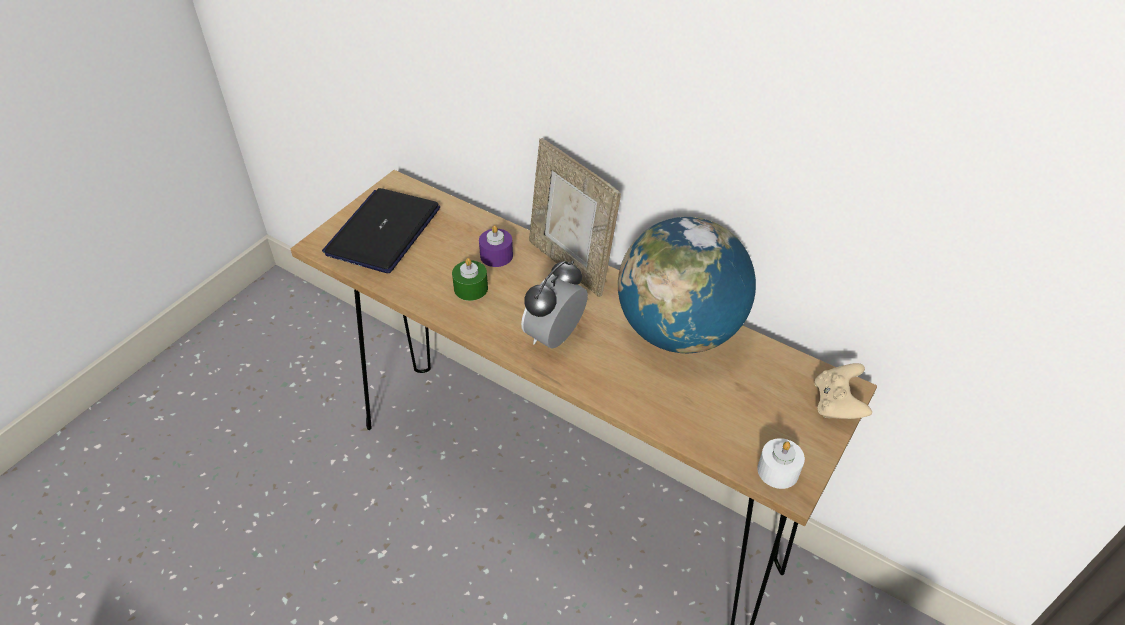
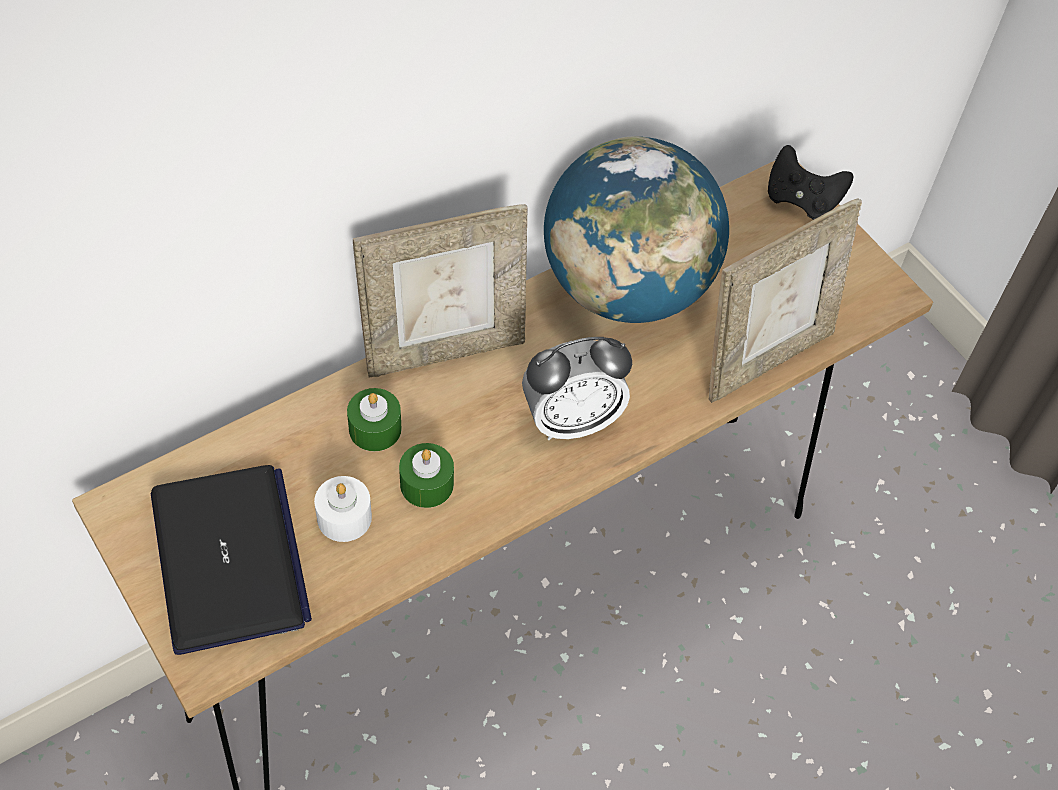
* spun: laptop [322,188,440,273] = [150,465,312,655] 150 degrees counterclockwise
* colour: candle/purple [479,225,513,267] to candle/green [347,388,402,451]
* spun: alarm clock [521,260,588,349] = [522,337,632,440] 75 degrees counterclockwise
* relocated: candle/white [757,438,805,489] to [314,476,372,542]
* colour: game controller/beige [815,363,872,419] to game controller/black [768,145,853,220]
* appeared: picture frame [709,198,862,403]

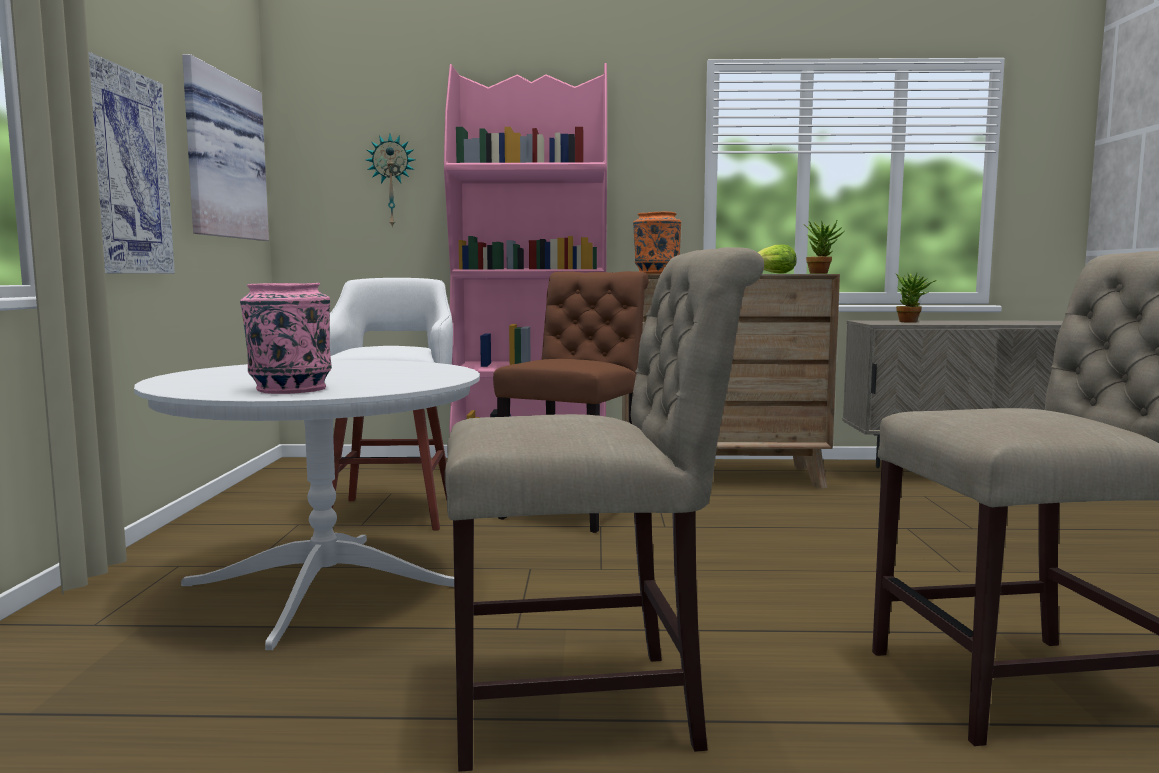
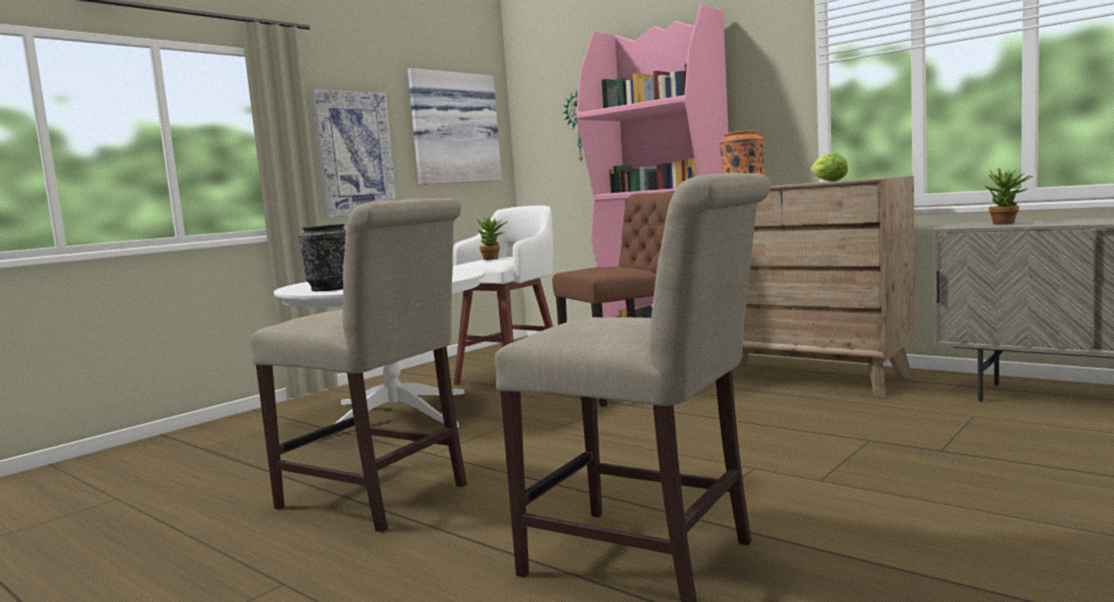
* colour: vase/pink [240,283,332,394] to vase/black [298,224,346,291]
* relocated: potted plant [803,219,845,274] to [476,216,508,260]

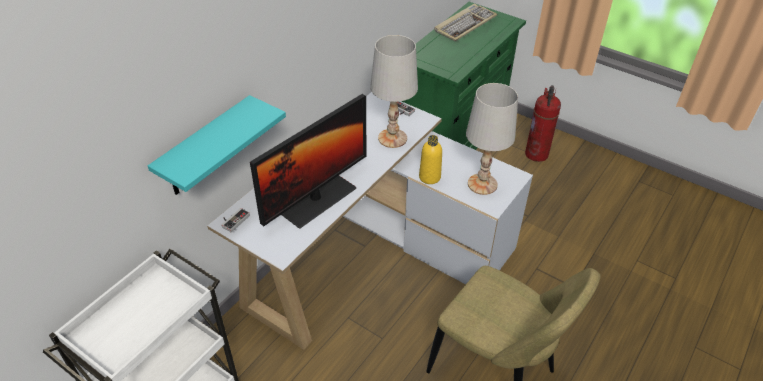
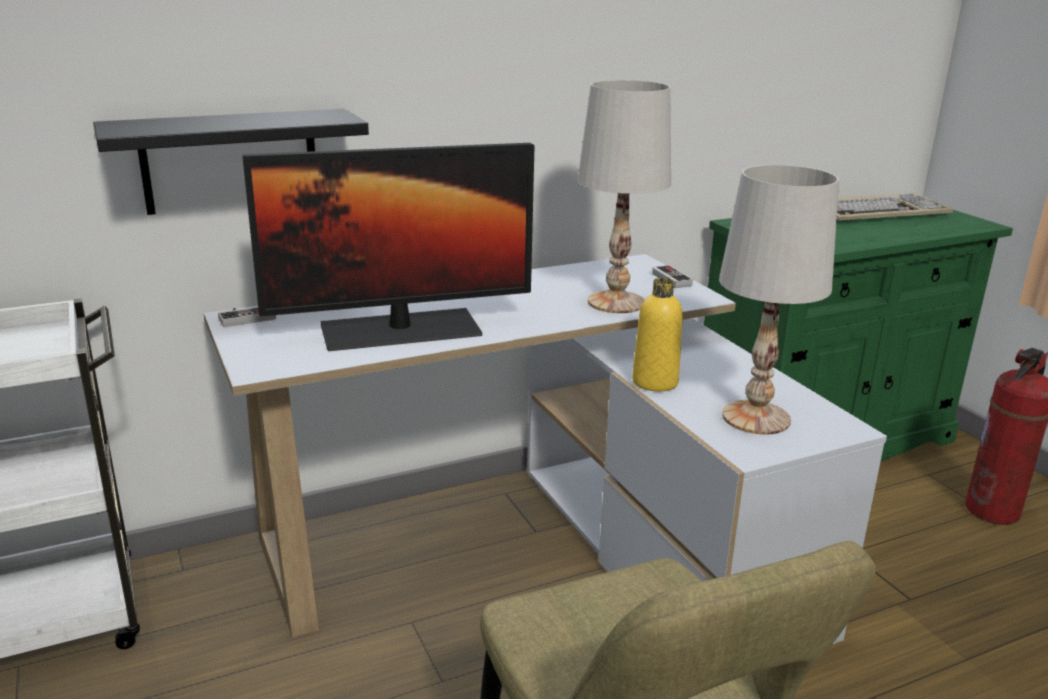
* colour: shelf/turquoise [148,95,286,195] to shelf/black [93,109,369,215]

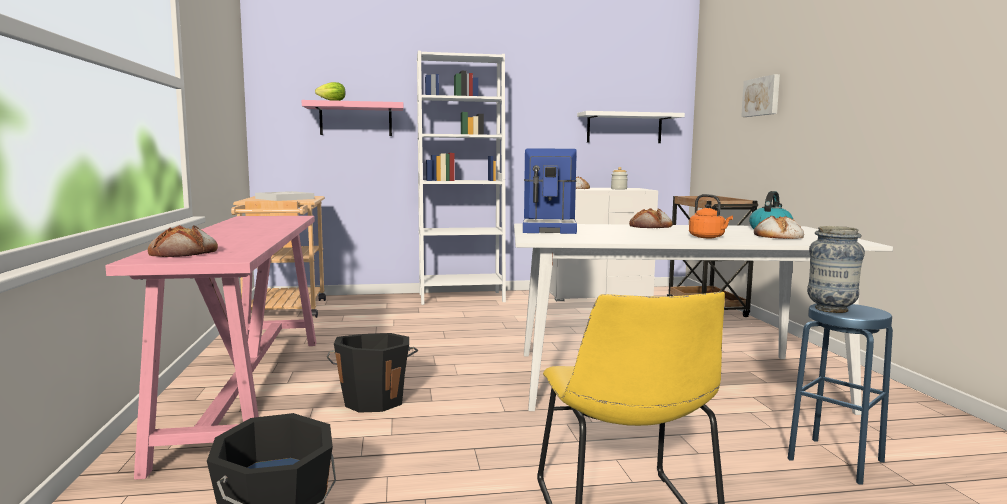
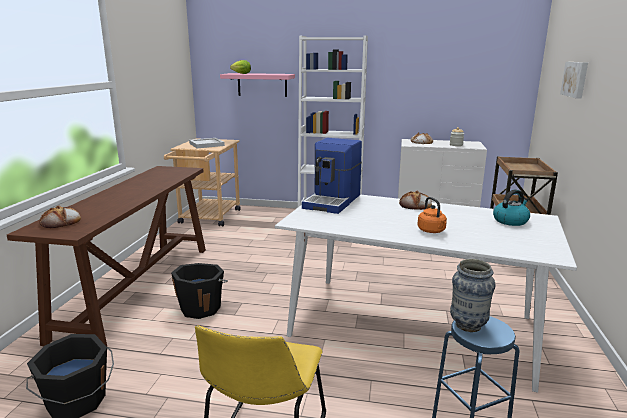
* colour: console table/pink [105,216,316,480] to console table/brown [7,166,206,347]
* missing: shelf/white [577,111,685,143]
* missing: bread [754,216,804,239]

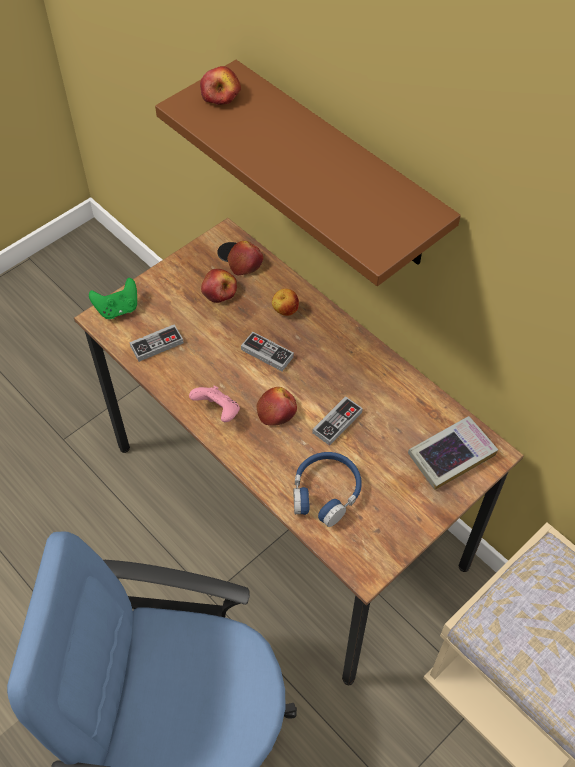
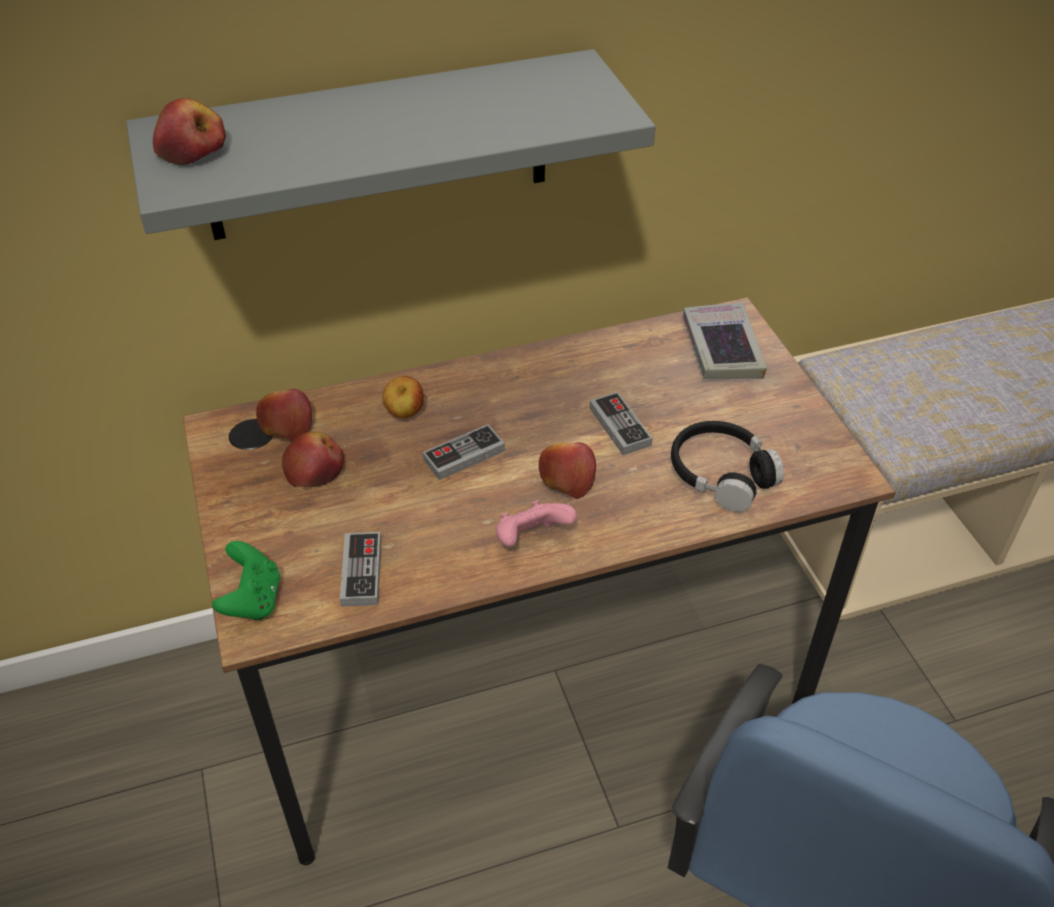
* colour: shelf/brown [155,60,461,286] to shelf/grey [126,49,656,240]
* colour: headphones/blue [294,452,362,527] to headphones/black [671,421,784,512]

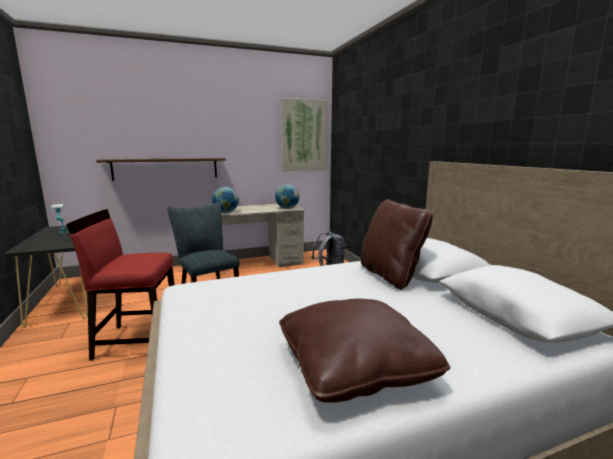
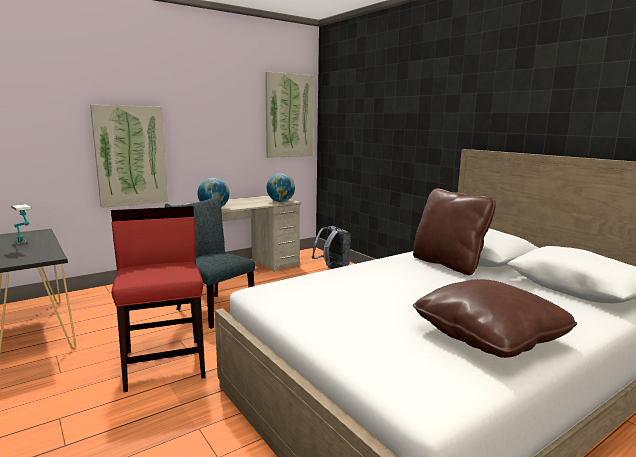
* spun: chair/red [66,209,175,361] = [111,206,205,393] 90 degrees clockwise
* exchanged: shelf [96,158,226,181] to picture [90,105,168,208]

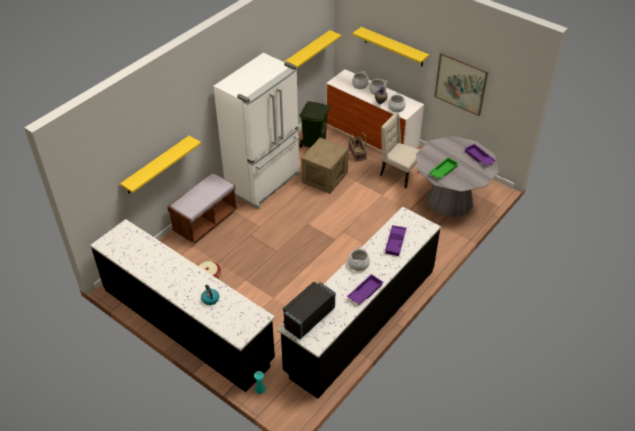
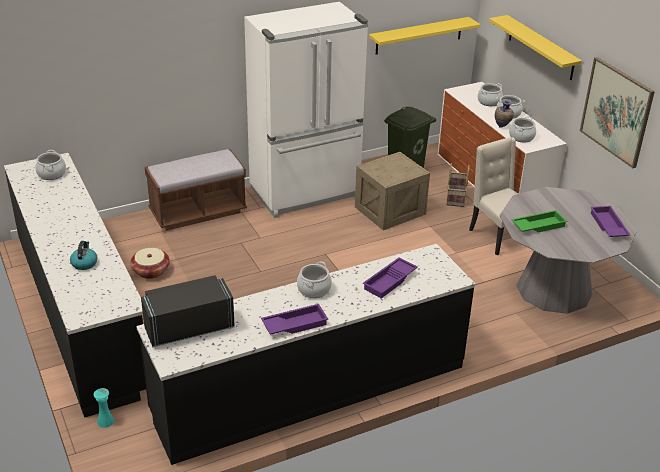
* missing: shelf/yellow [120,136,201,193]
* appeared: cooking pot [35,150,66,180]

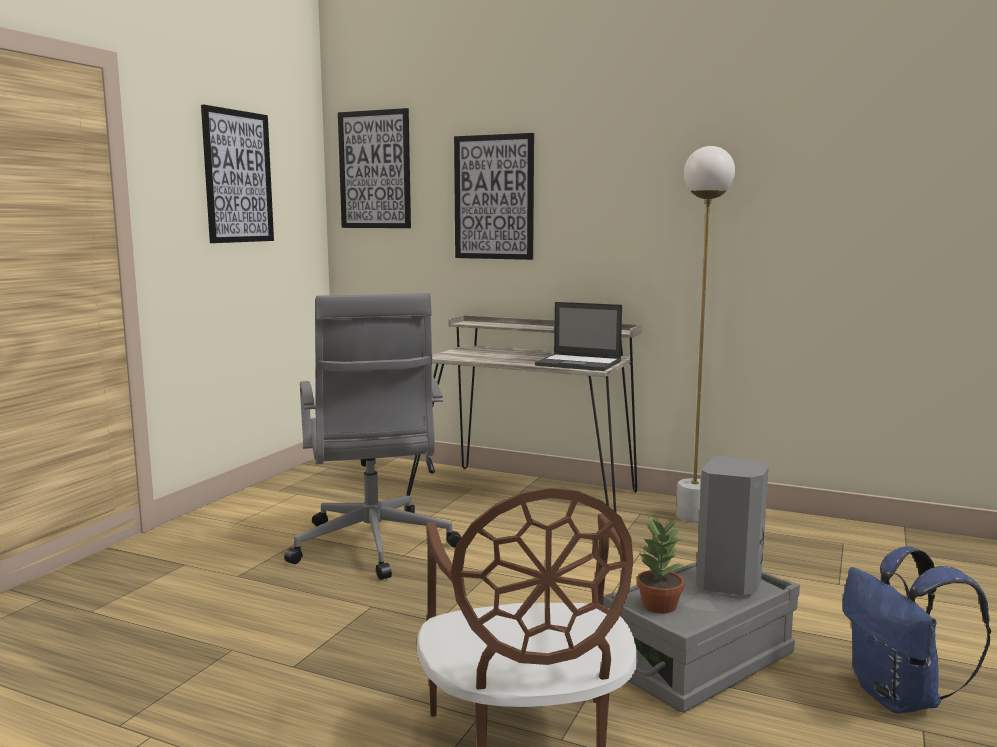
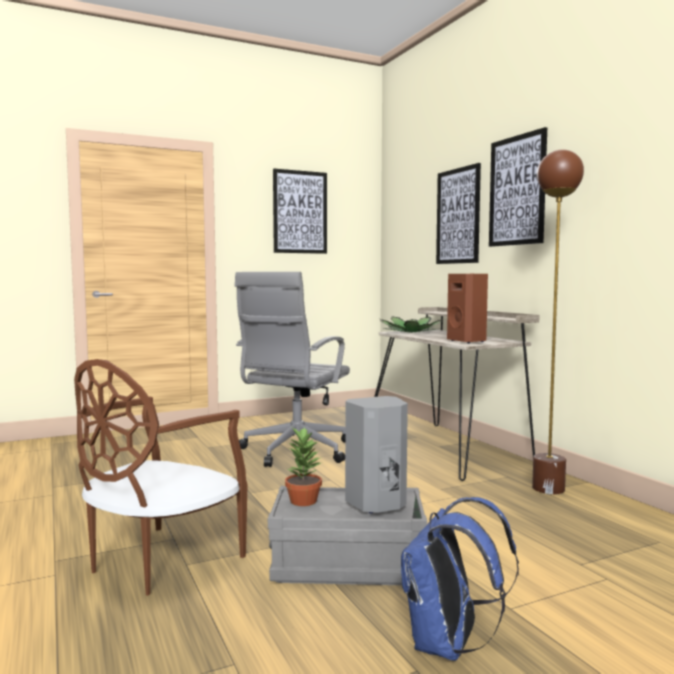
* relocated: picture [338,108,411,228] to [489,127,547,247]
* exchanged: laptop [535,302,622,371] to speaker/brown [447,274,488,343]
* colour: floor lamp/white [676,146,735,523] to floor lamp/brown [532,149,584,495]
* appeared: potted plant [379,316,443,333]

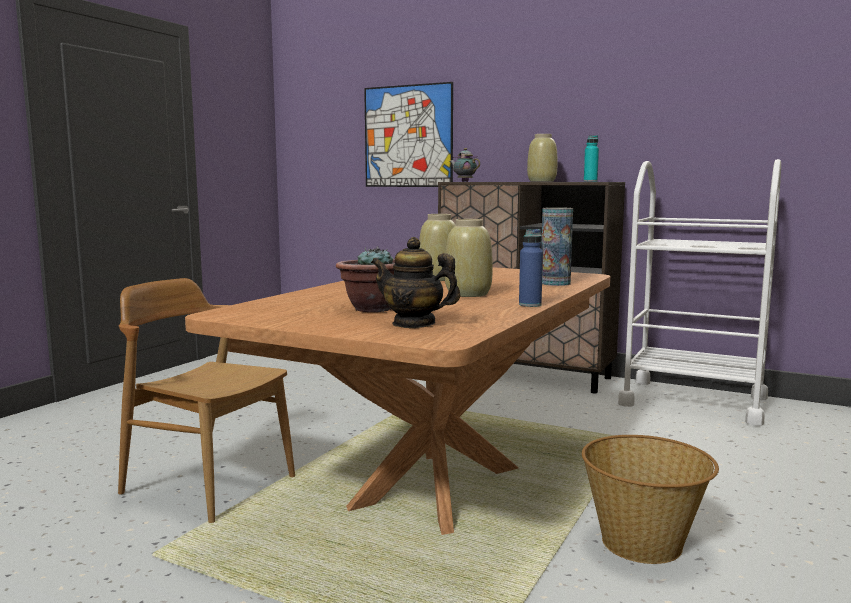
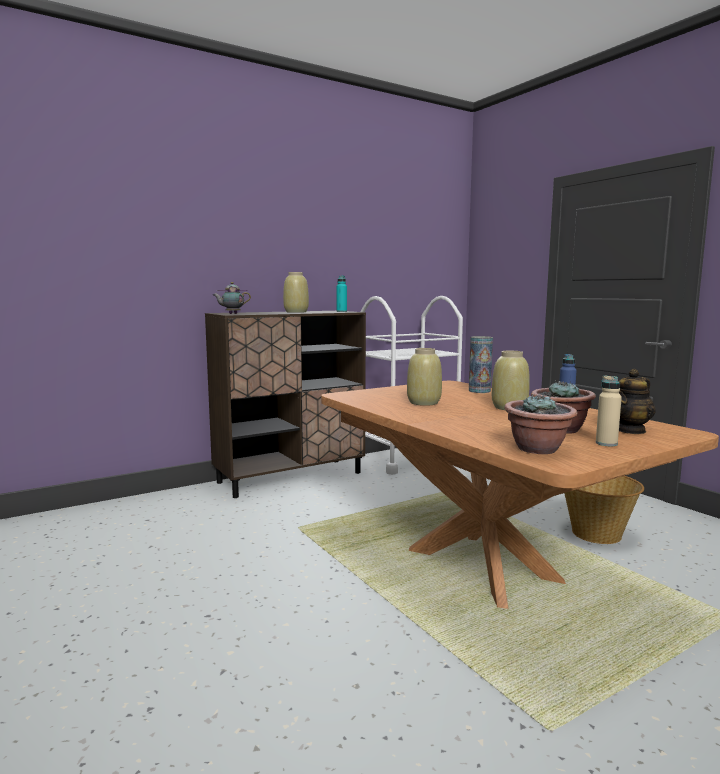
* missing: chair/brown [118,278,295,523]
* missing: picture [364,82,453,187]
* appeared: potted plant [504,394,577,454]
* appeared: bottle/beige [596,375,622,446]

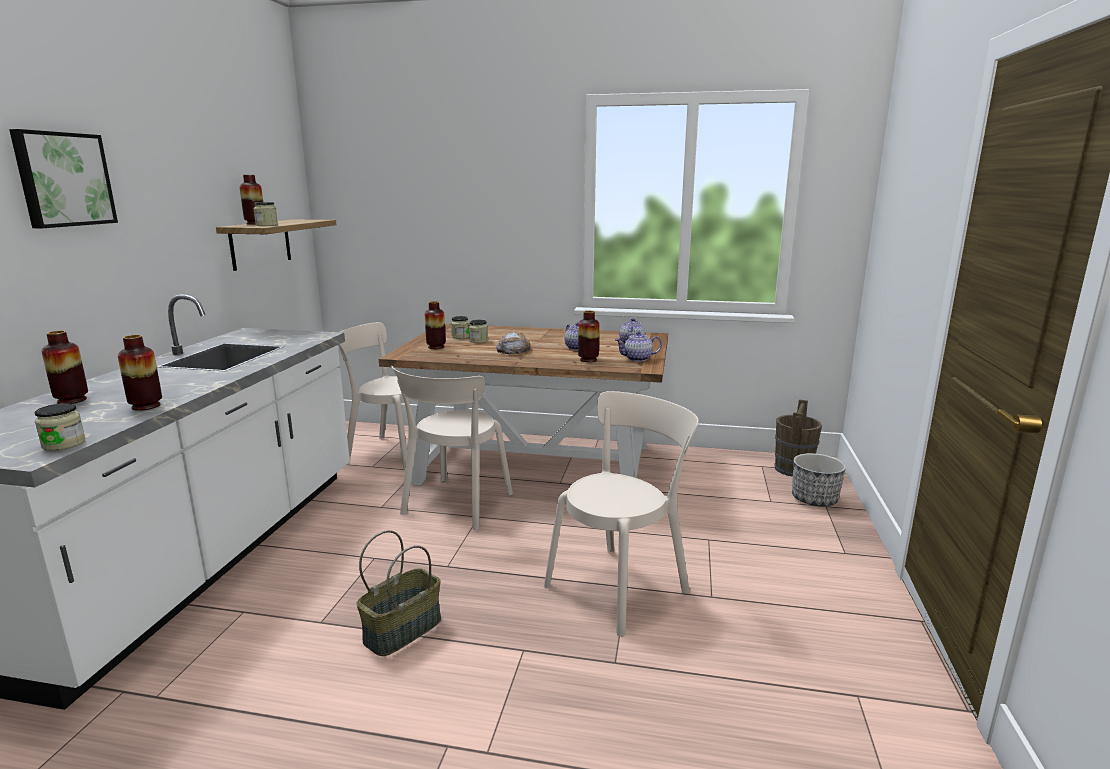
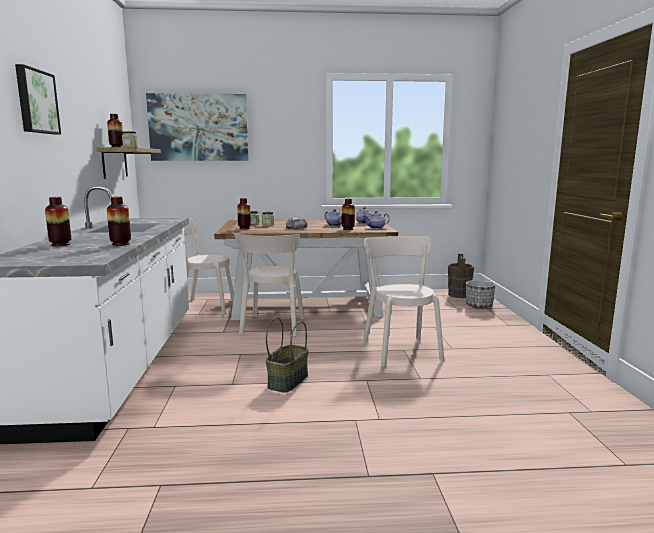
* missing: jar [35,403,85,451]
* spun: chair/beige [544,391,699,637] = [363,236,444,367] 45 degrees counterclockwise
* appeared: picture [146,93,249,161]

